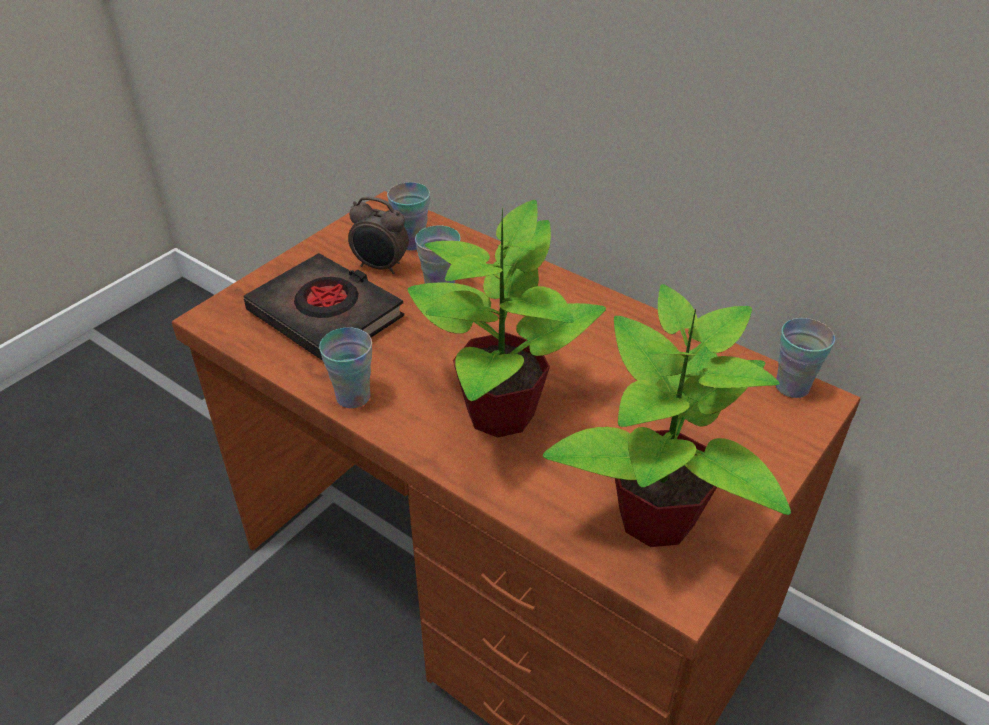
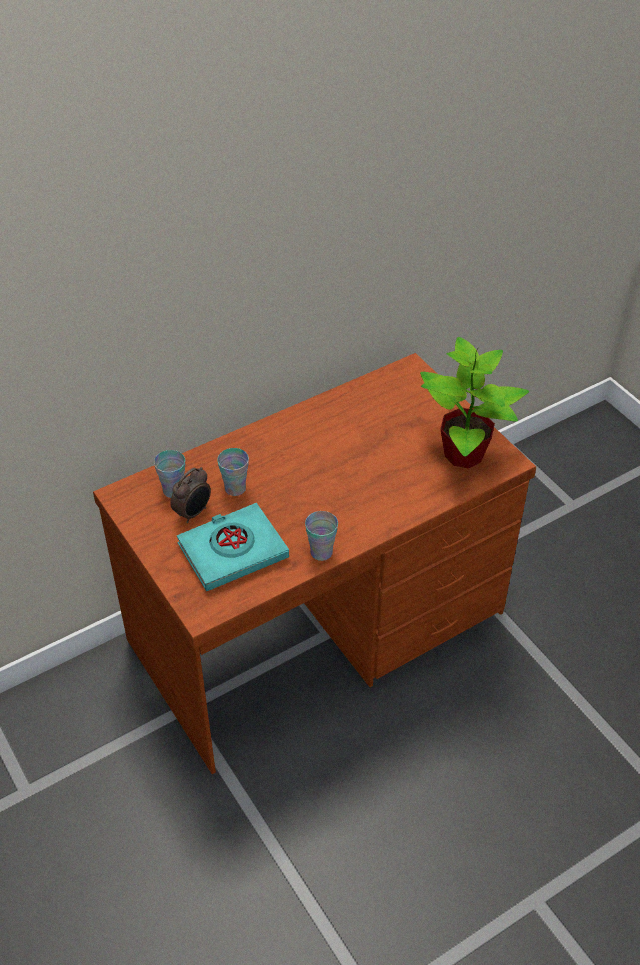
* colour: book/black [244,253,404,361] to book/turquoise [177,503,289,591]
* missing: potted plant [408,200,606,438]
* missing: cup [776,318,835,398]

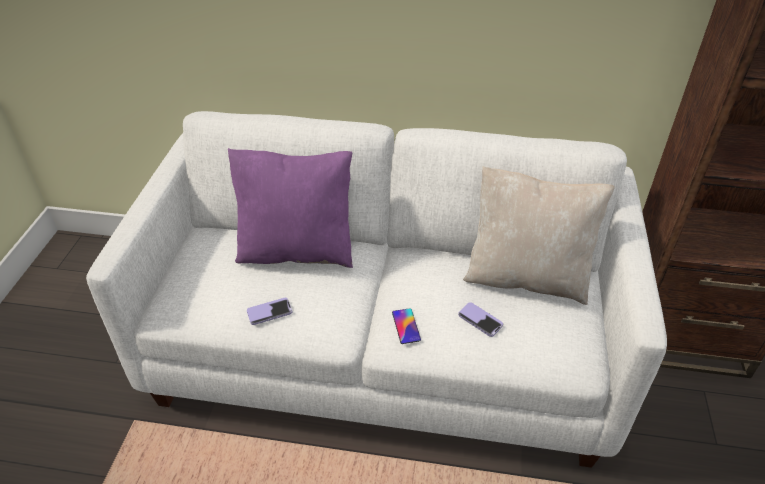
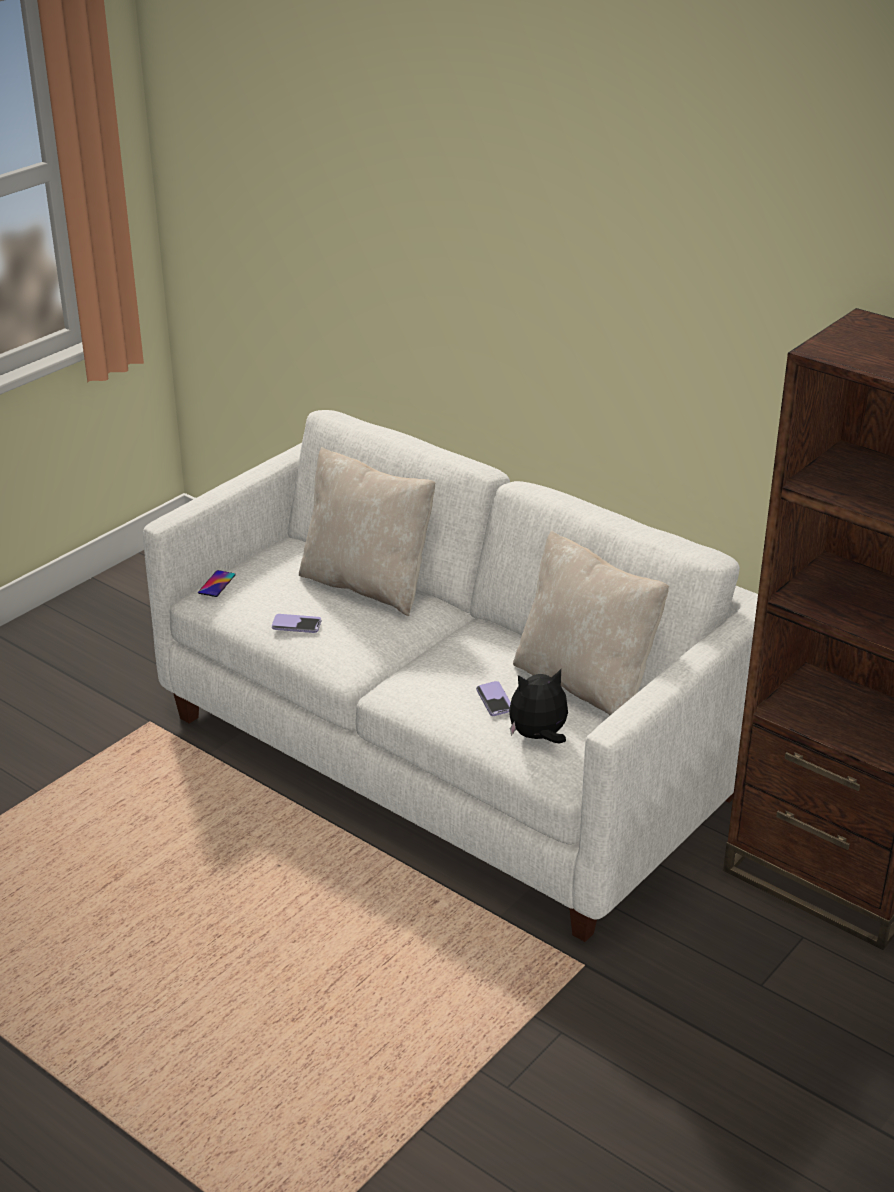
* colour: pillow/purple [228,148,353,268] to pillow/beige [299,447,435,616]
* relocated: phone [392,308,421,344] to [198,570,236,597]
* appeared: plush toy [509,669,568,744]

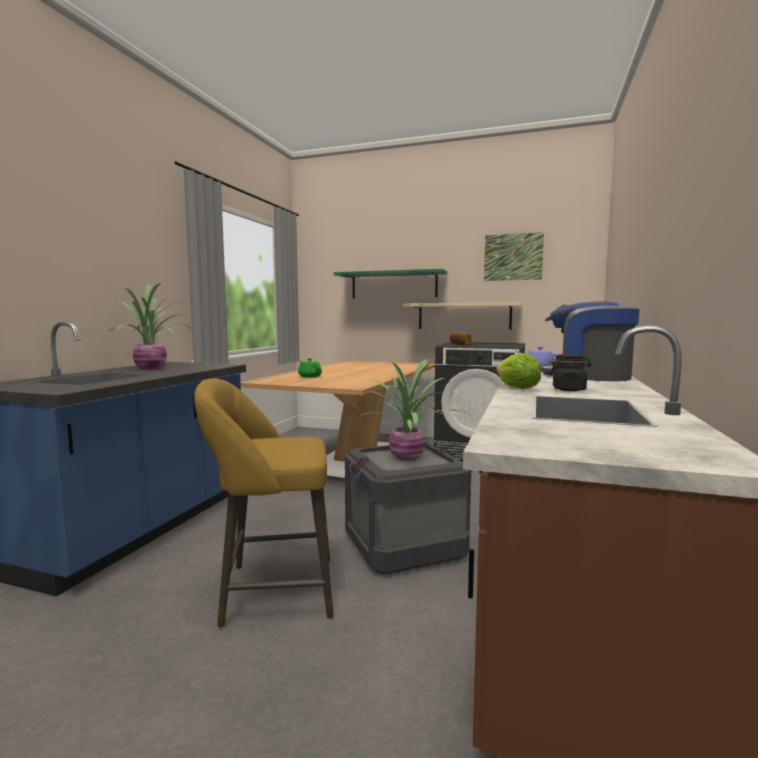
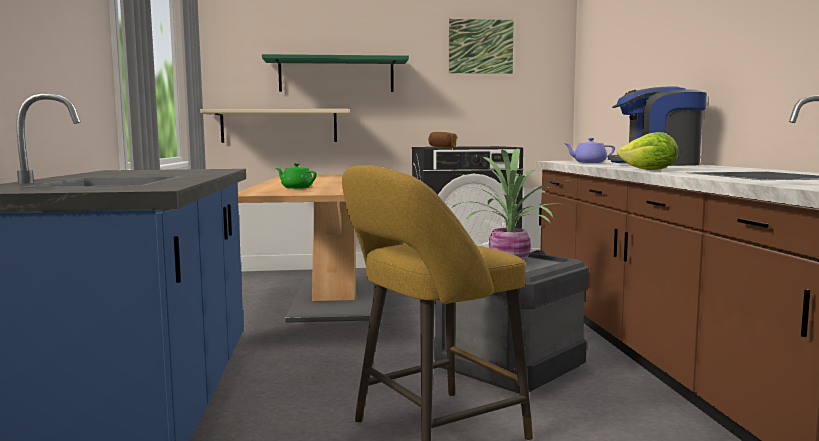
* missing: potted plant [108,283,196,369]
* relocated: shelf/beige [403,302,523,330] to [200,109,349,143]
* missing: jar/black [549,354,592,391]

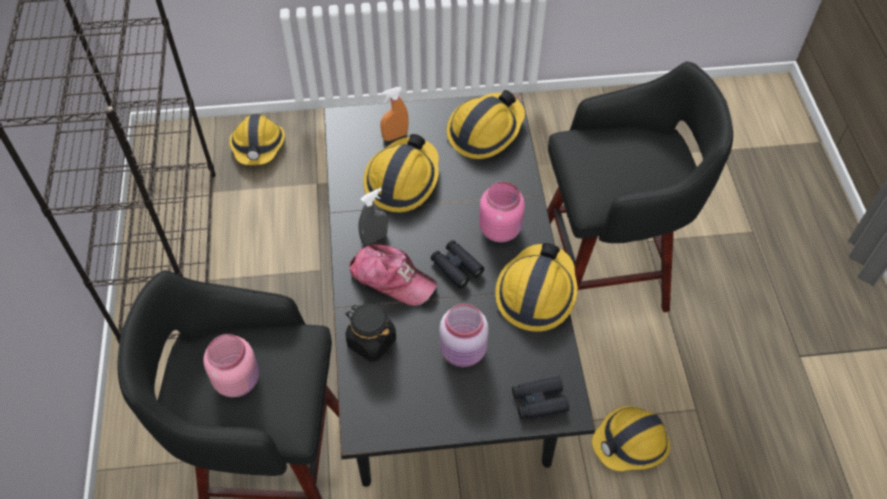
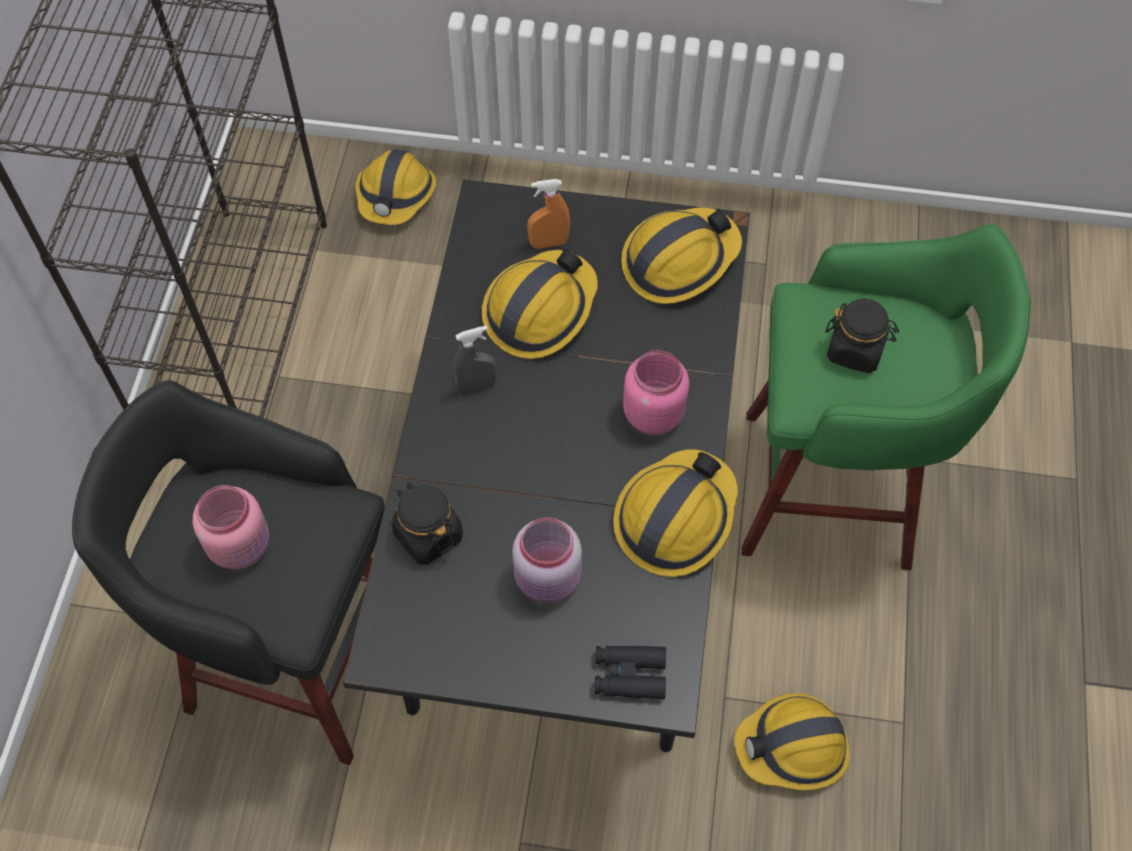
* missing: cap [349,244,437,306]
* missing: binoculars/black [431,240,484,289]
* colour: stool/black [547,62,733,312] to stool/green [741,223,1031,570]
* appeared: jar/black [825,299,899,373]

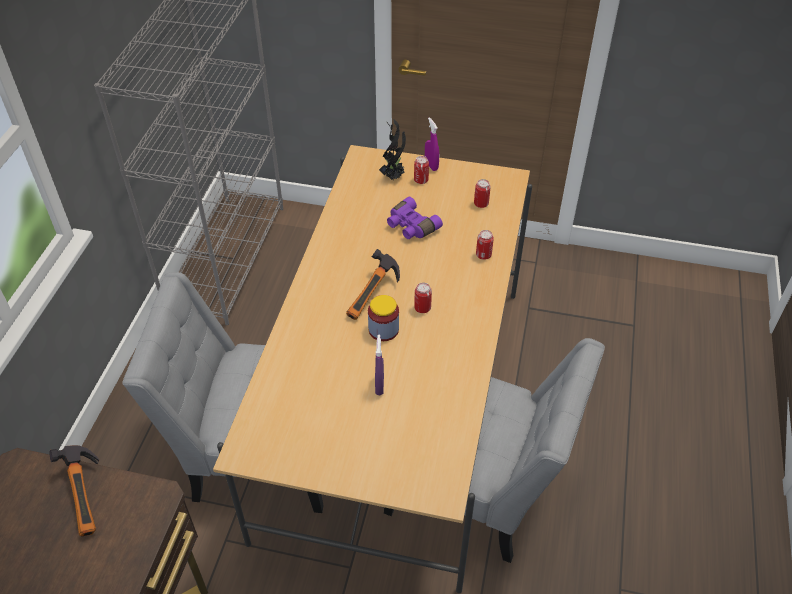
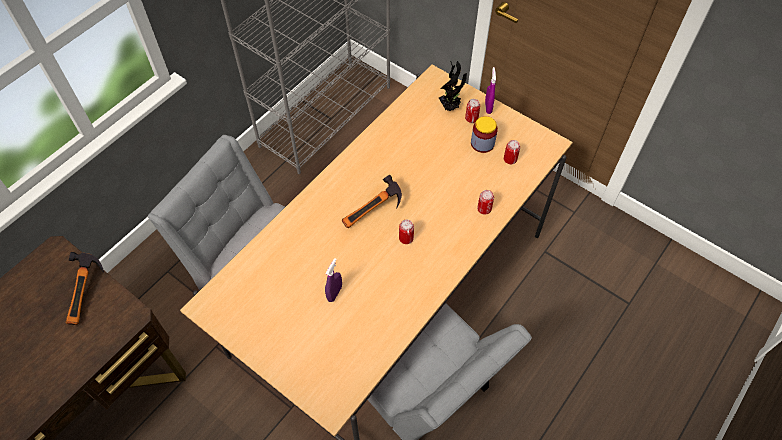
* relocated: jar [368,295,399,341] to [471,116,498,153]
* missing: binoculars/purple [387,197,443,239]

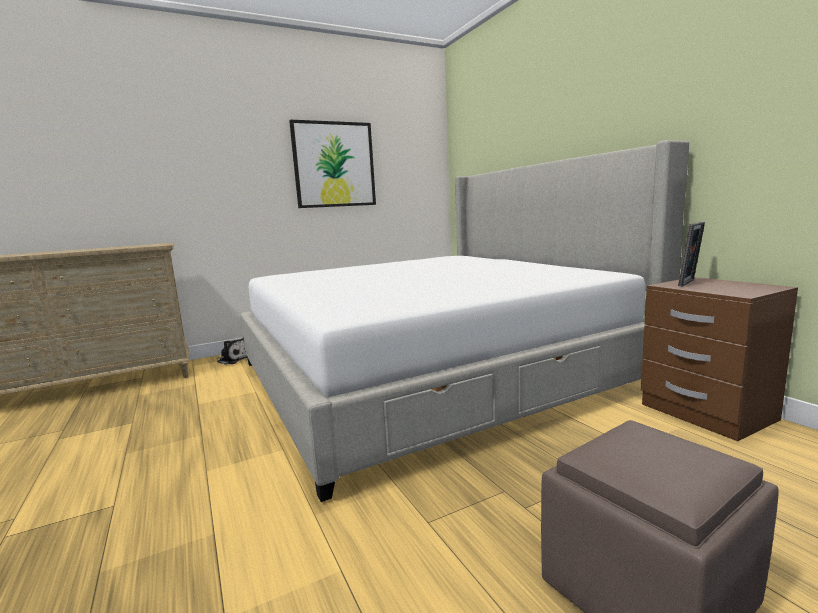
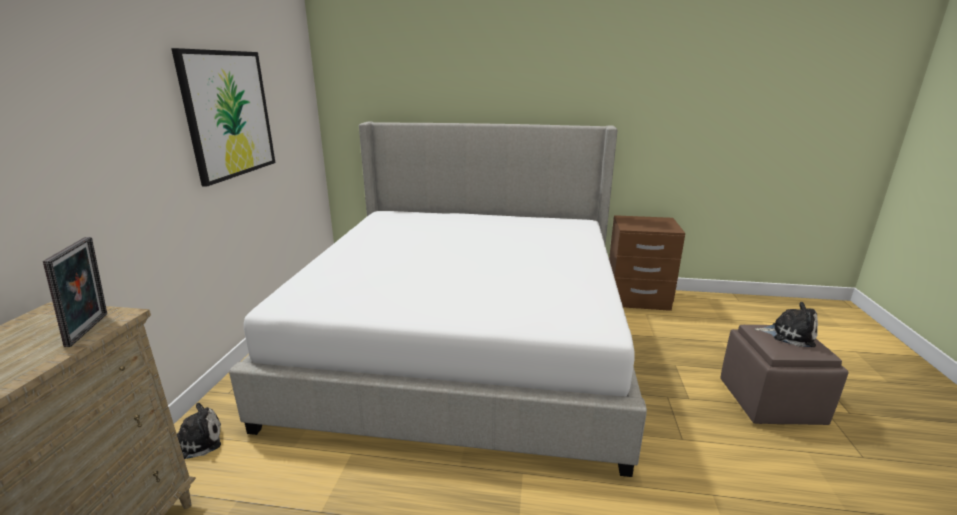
* relocated: picture frame [678,222,705,287] to [43,237,107,347]
* appeared: plush toy [754,302,818,347]

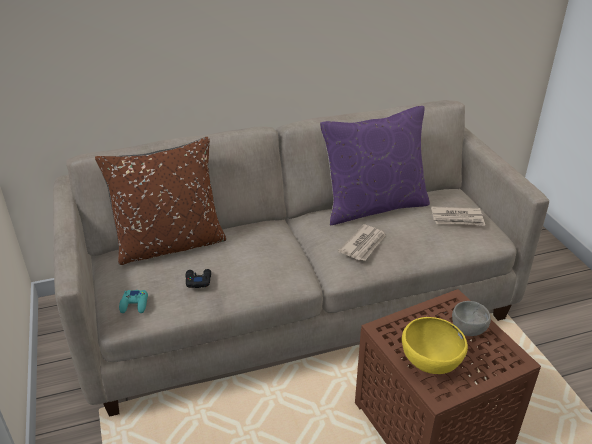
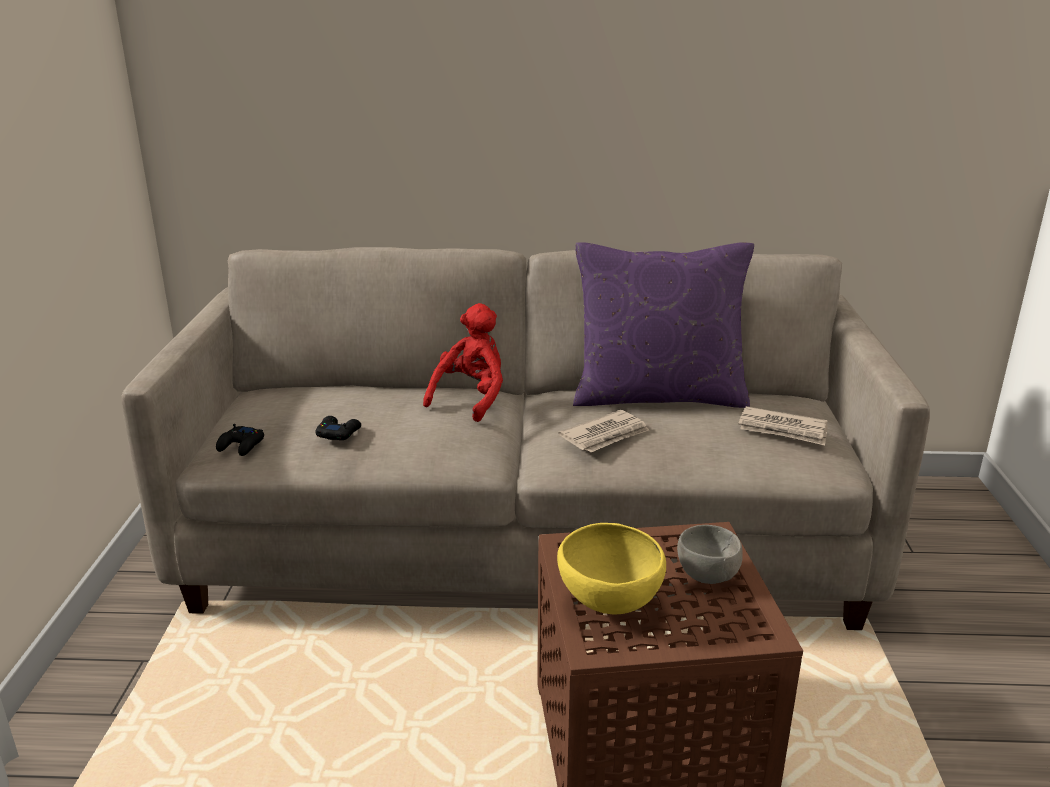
* missing: pillow/brown [95,137,226,265]
* colour: game controller/turquoise [119,290,148,313] to game controller/black [216,424,264,456]
* appeared: plush toy/red [423,303,503,422]

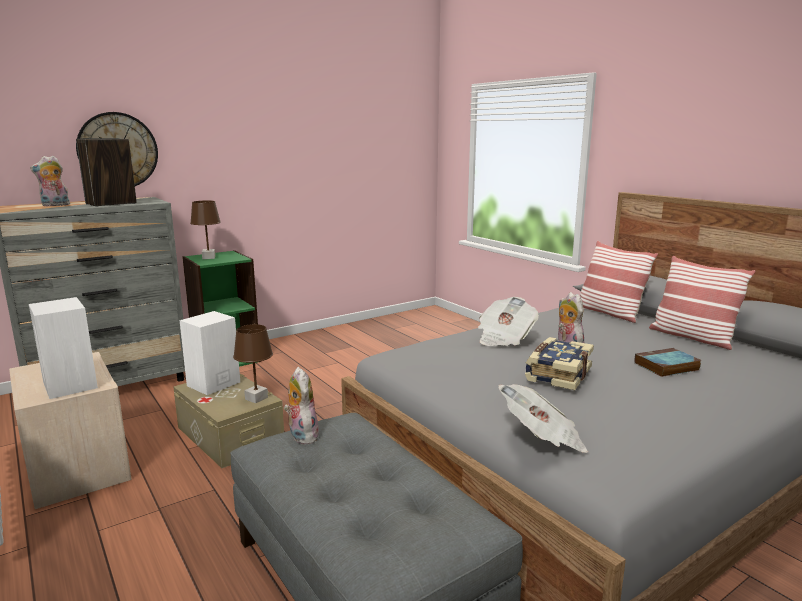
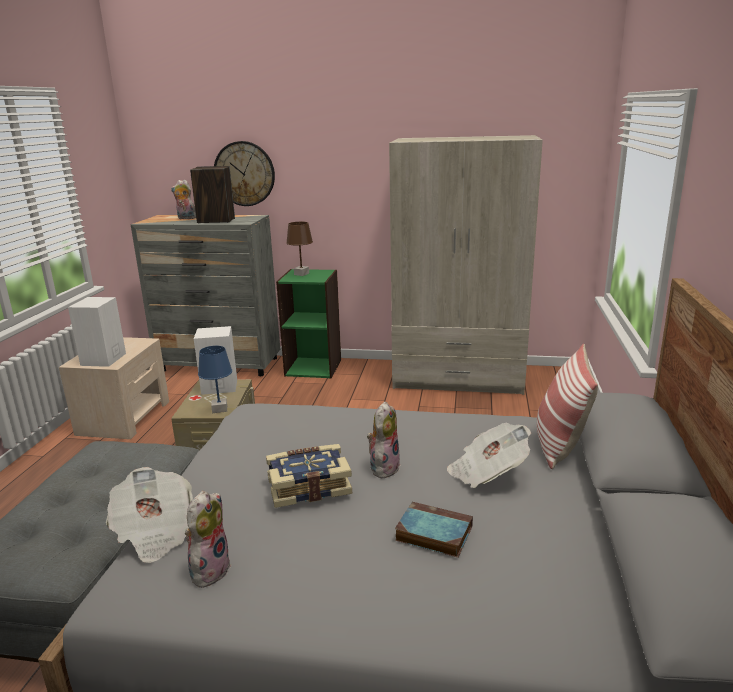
* colour: table lamp/brown [233,324,273,403] to table lamp/blue [198,346,232,413]
* relocated: plush toy [284,367,319,444] to [185,491,232,588]
* relocated: newspaper [478,297,539,346] to [447,423,531,488]
* missing: pillow [649,256,755,350]
* appeared: wardrobe/beige [389,135,543,395]

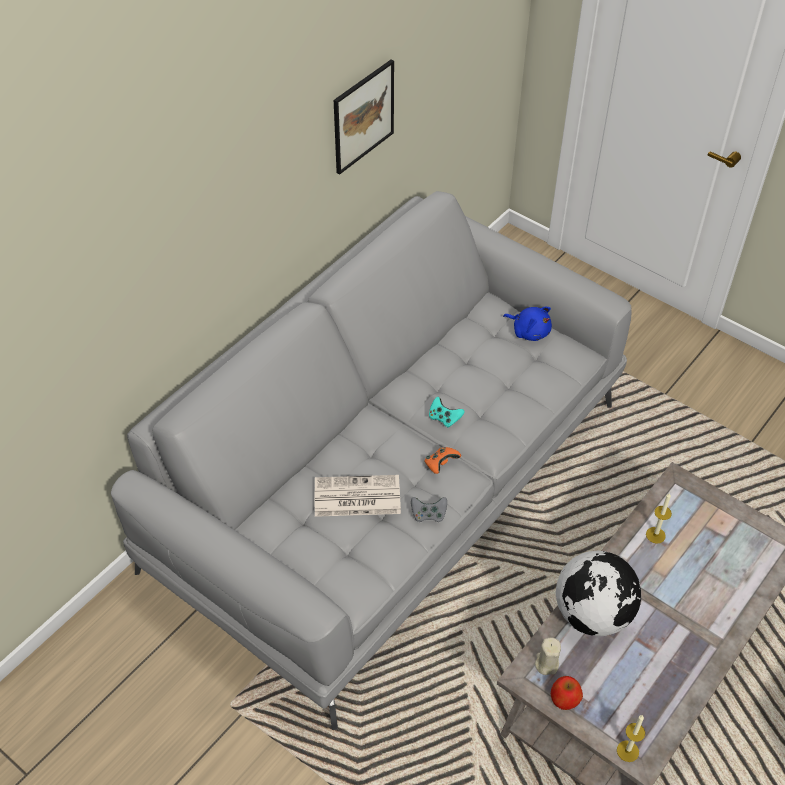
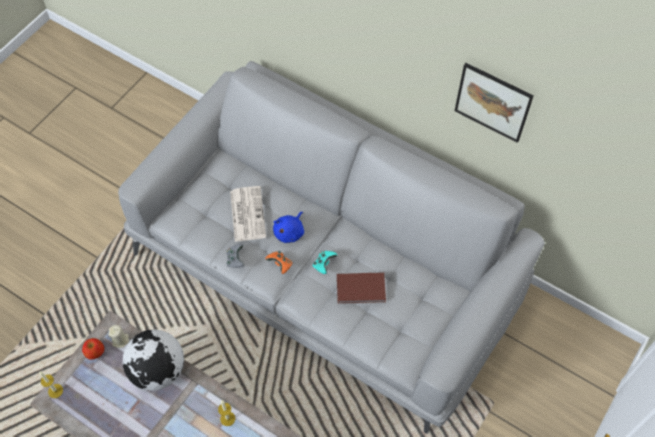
* relocated: plush toy/blue [503,307,552,341] to [273,212,304,243]
* appeared: book/brown [337,272,386,304]

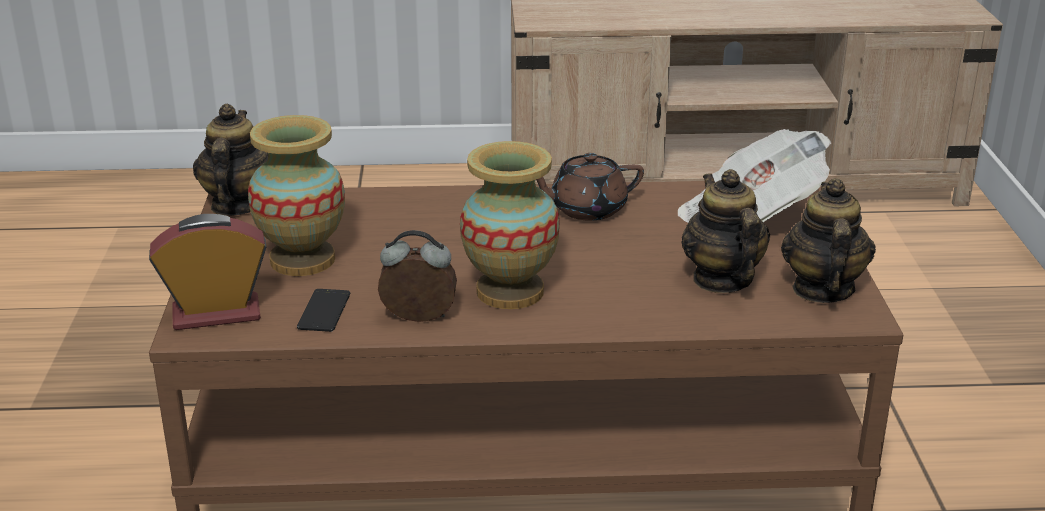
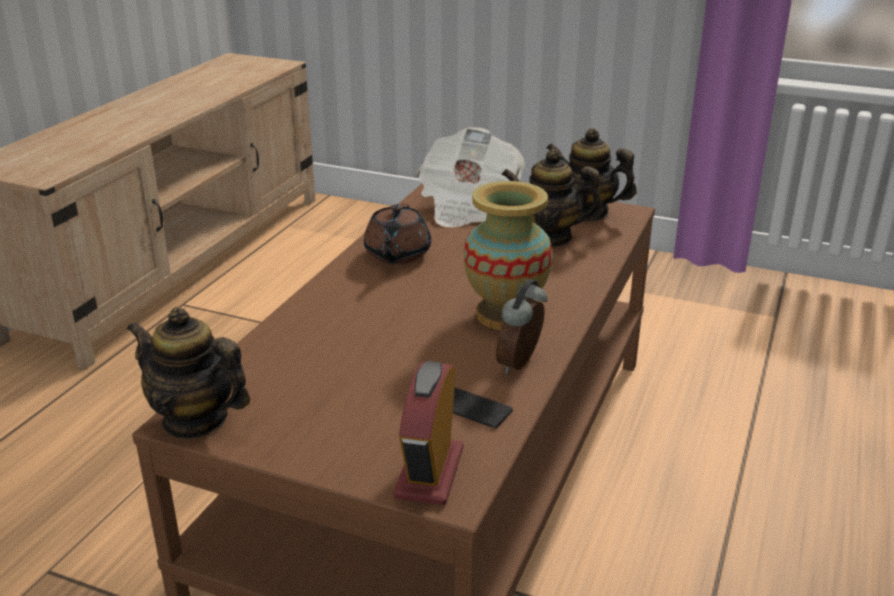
* missing: vase [248,115,345,276]

